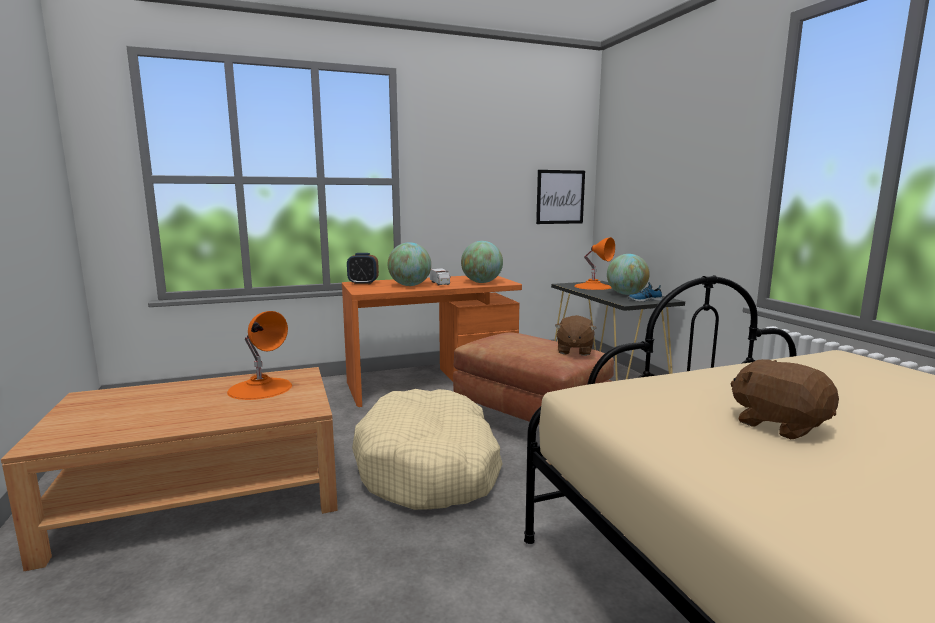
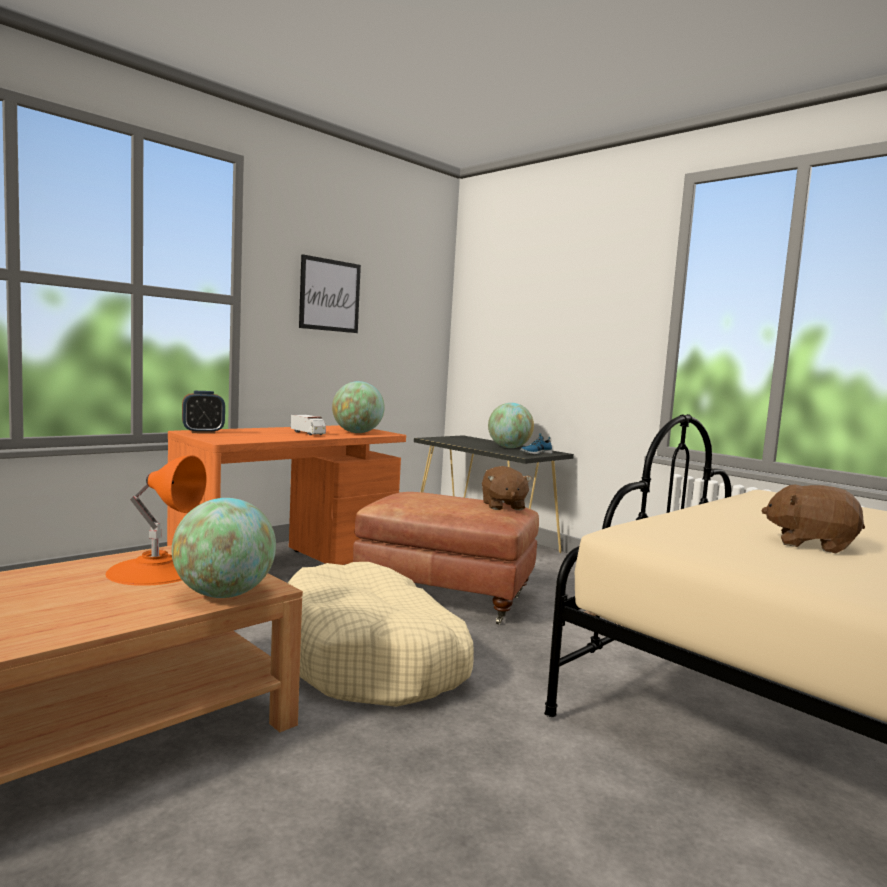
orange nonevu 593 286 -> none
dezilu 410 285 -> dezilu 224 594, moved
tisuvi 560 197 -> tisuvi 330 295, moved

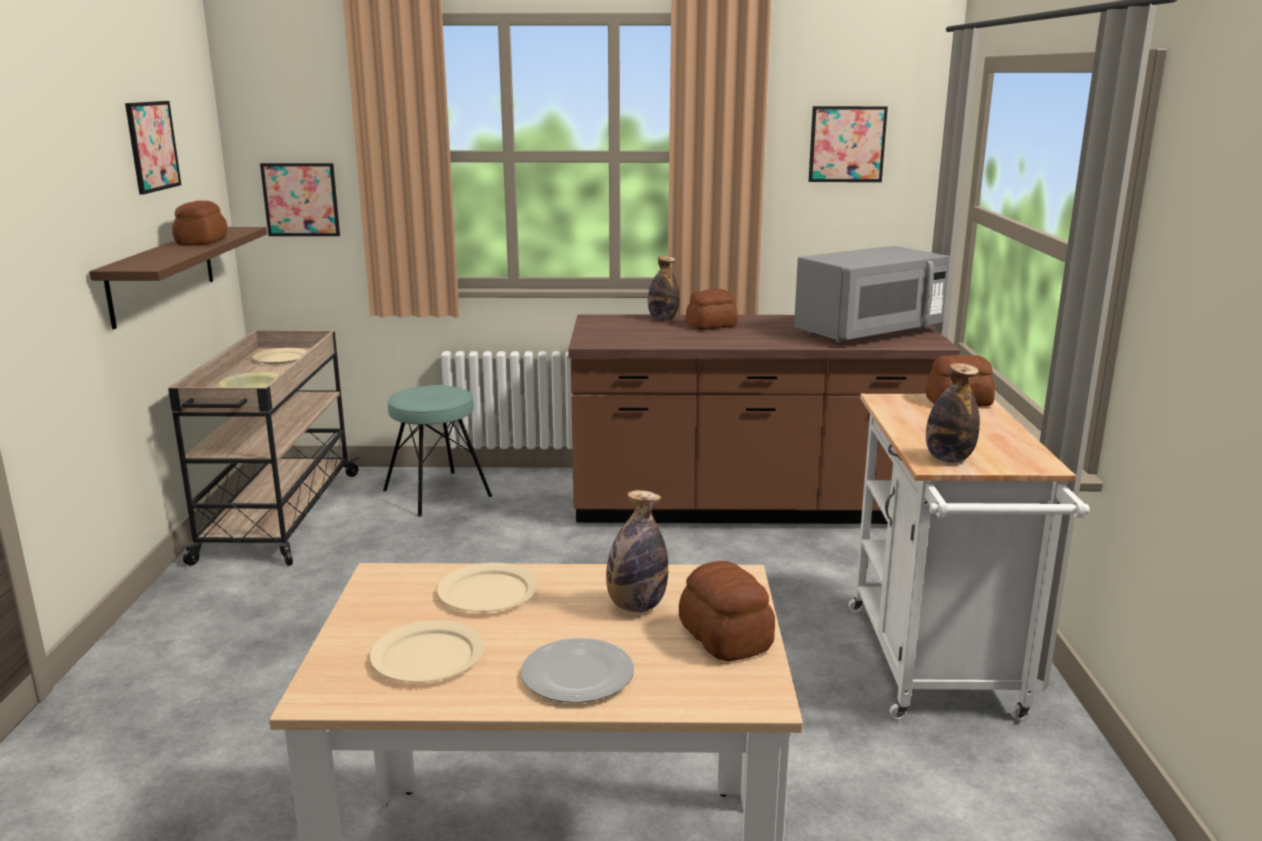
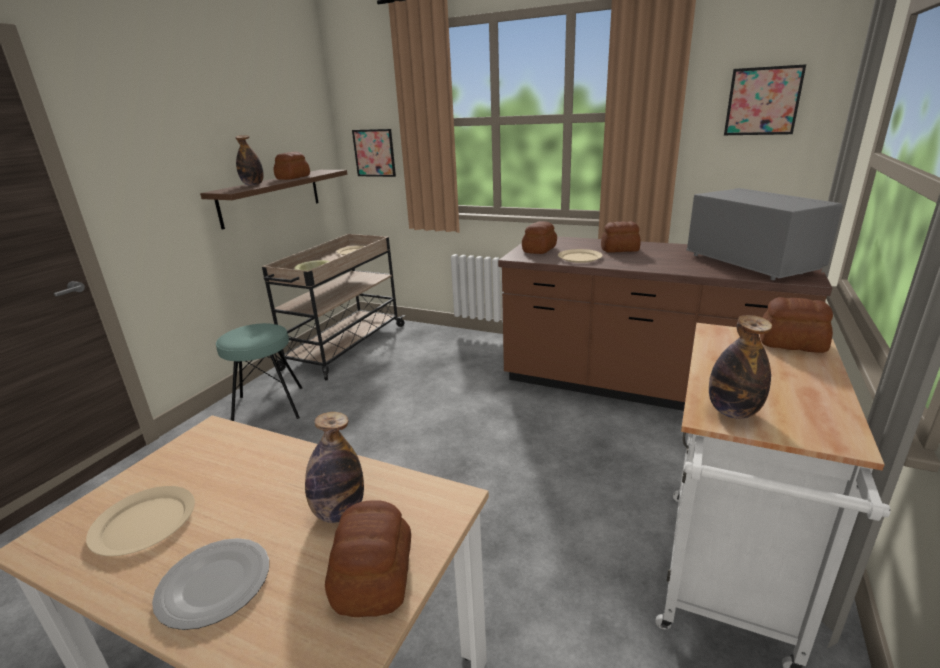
tisuvi 152 146 -> none
none -> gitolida 538 250
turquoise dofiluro 437 493 -> turquoise dofiluro 268 407, moved
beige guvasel 488 592 -> beige guvasel 580 258, moved
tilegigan 663 318 -> tilegigan 253 185, moved
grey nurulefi 868 332 -> grey nurulefi 750 264, 105 degrees counterclockwise

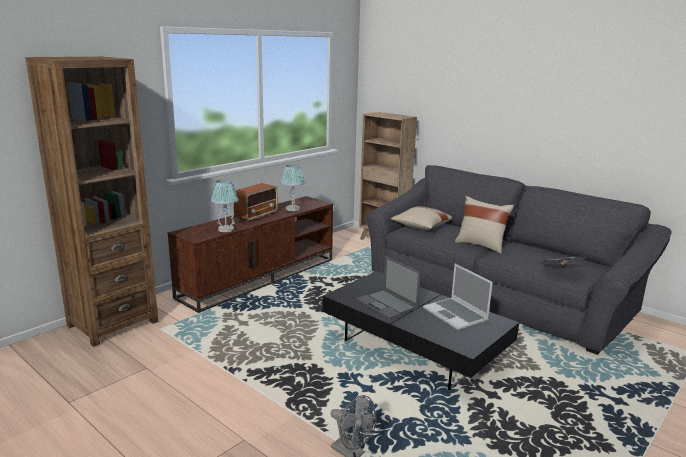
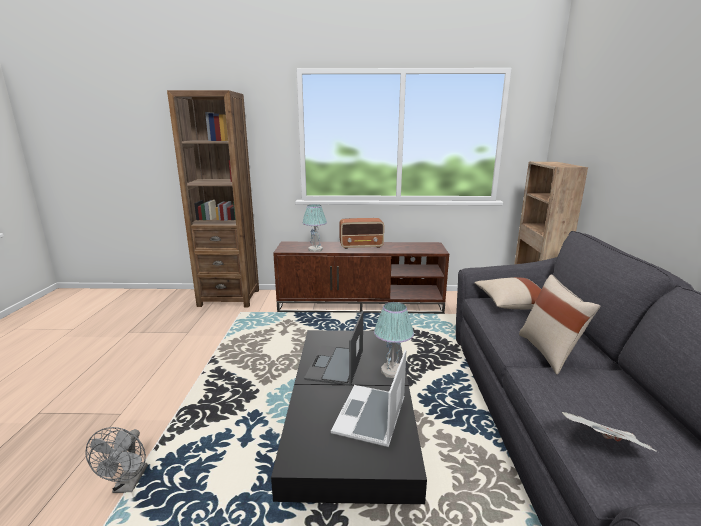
nonevu 293 209 -> nonevu 392 371, moved

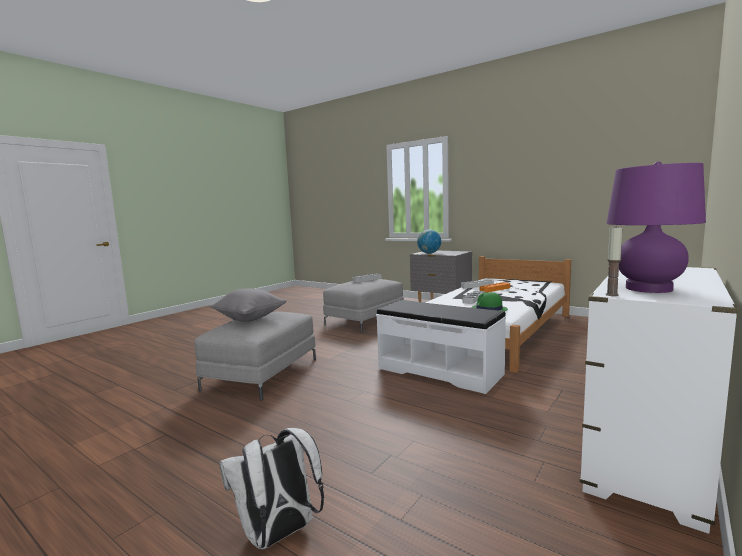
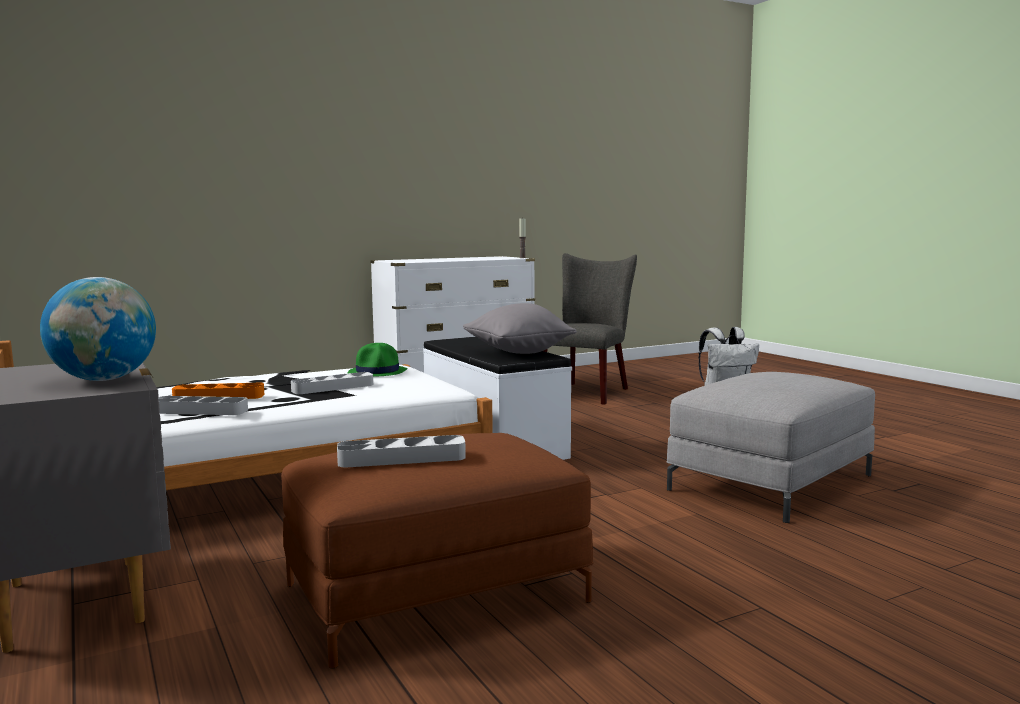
purple nonevu 648 289 -> none
none -> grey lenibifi 587 392
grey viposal 250 319 -> grey viposal 518 353, moved
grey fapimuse 365 320 -> brown fapimuse 436 593

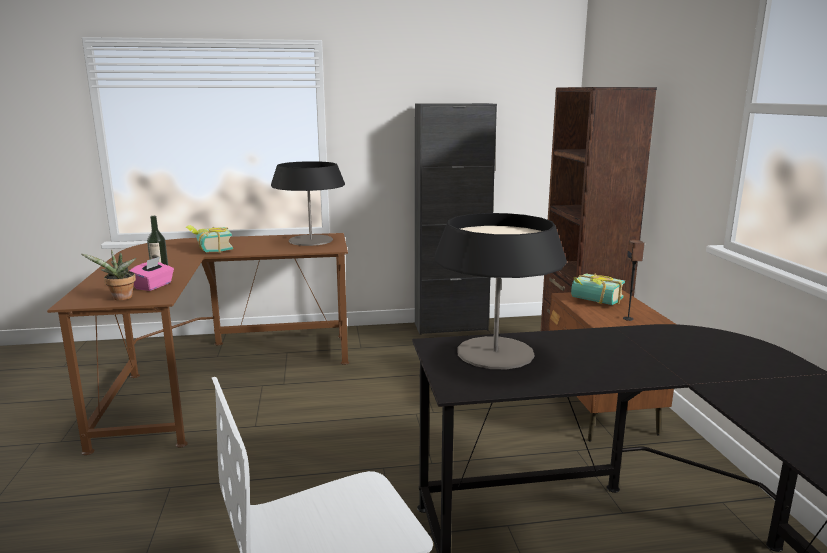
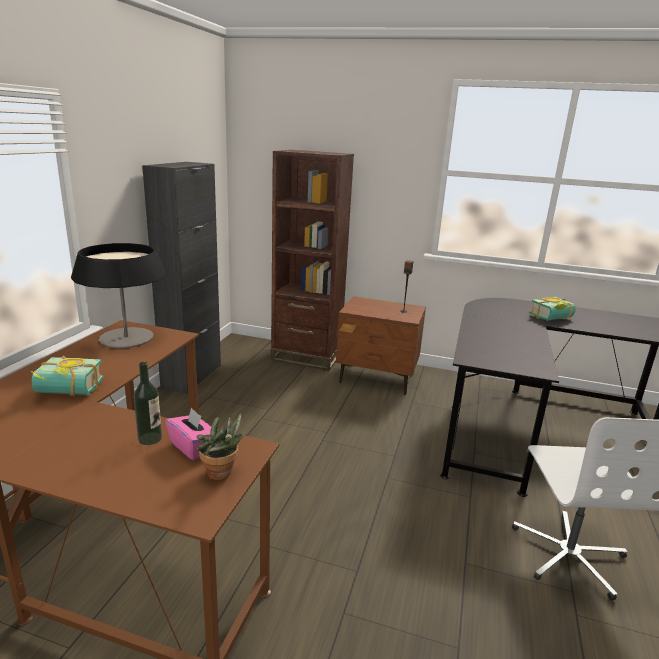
nonevu 495 353 -> none
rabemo 594 301 -> rabemo 553 319, moved

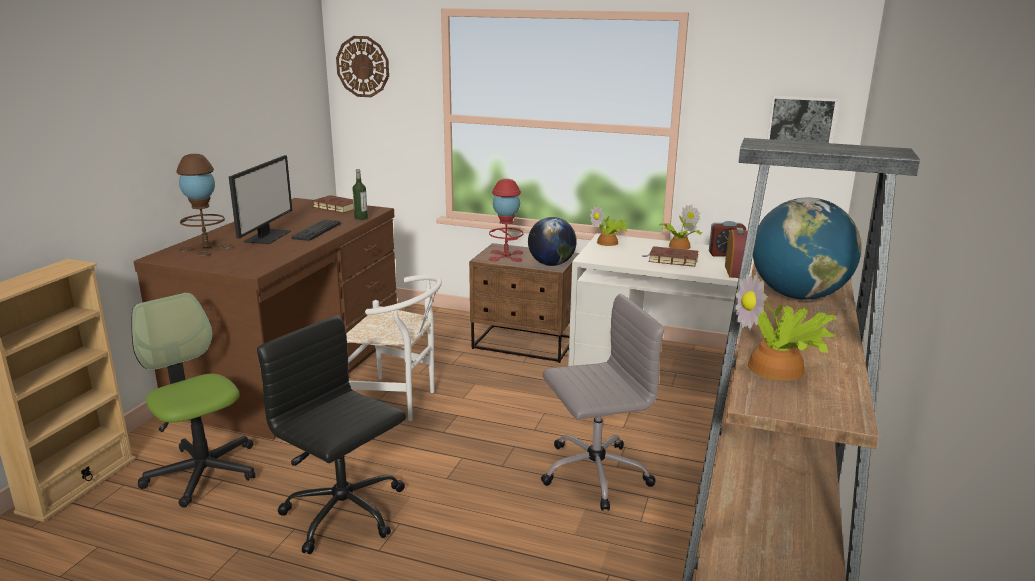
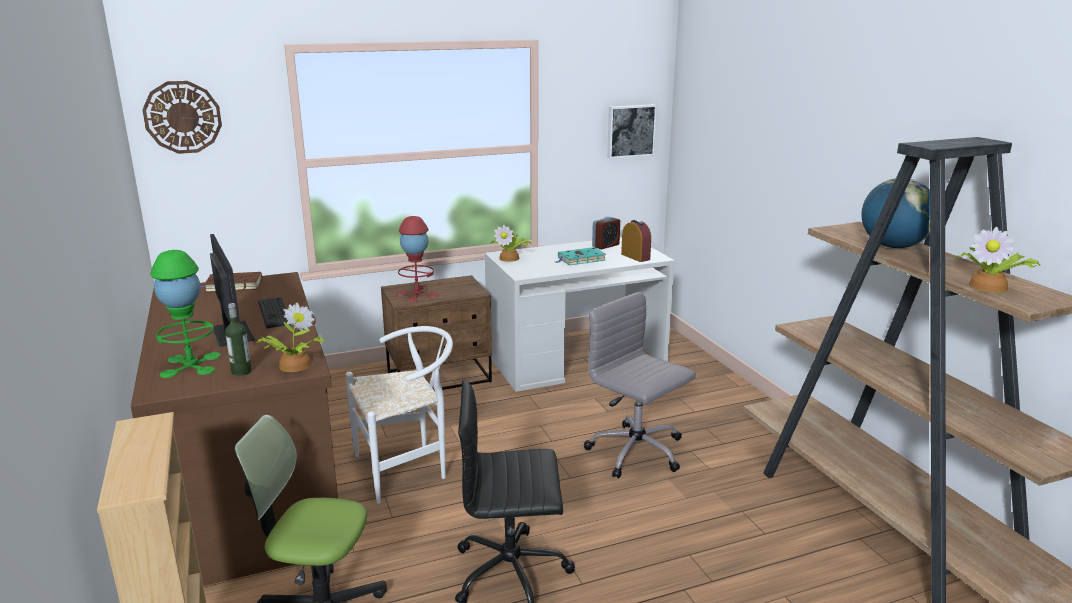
dezilu 551 264 -> none
tilegigan 361 218 -> tilegigan 241 371, moved
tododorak 678 246 -> tododorak 293 365, moved
brown nonevu 206 248 -> green nonevu 191 365
brown rabemo 671 260 -> turquoise rabemo 580 259
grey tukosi 593 473 -> grey tukosi 637 452, 75 degrees counterclockwise

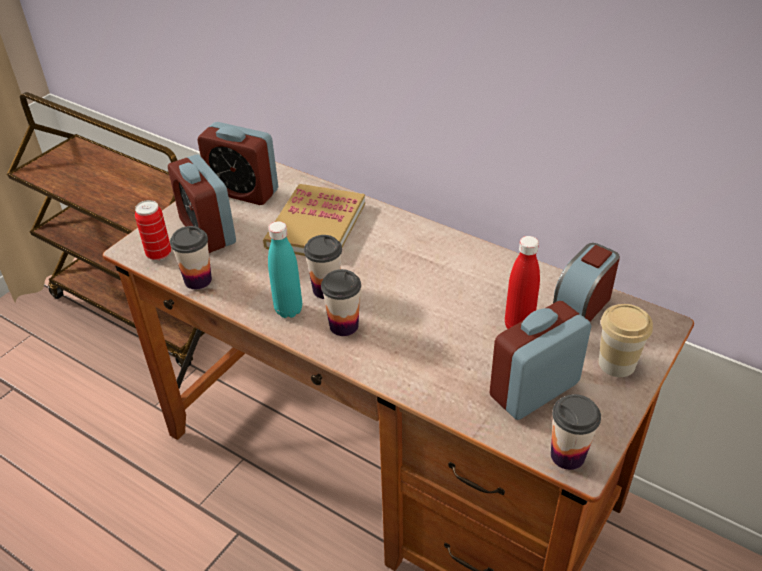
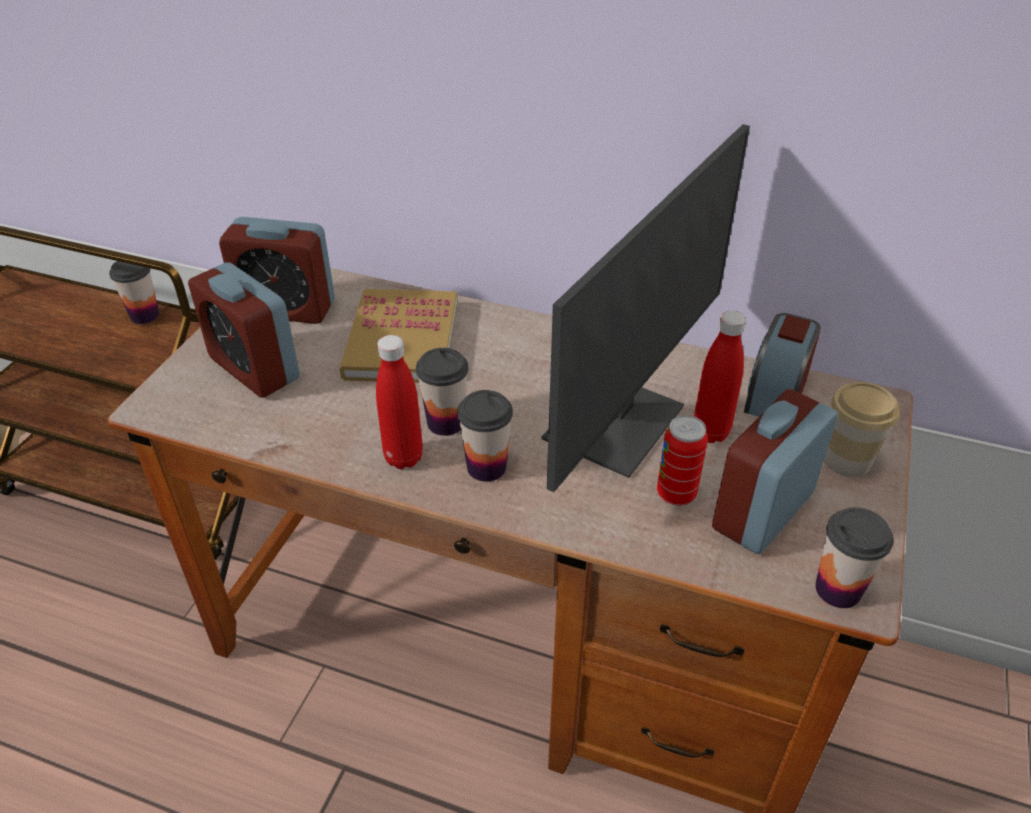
none -> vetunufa 618 423
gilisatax 159 254 -> gilisatax 676 494, moved
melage 198 280 -> melage 144 315, moved
turquoise tilegigan 288 310 -> red tilegigan 403 457

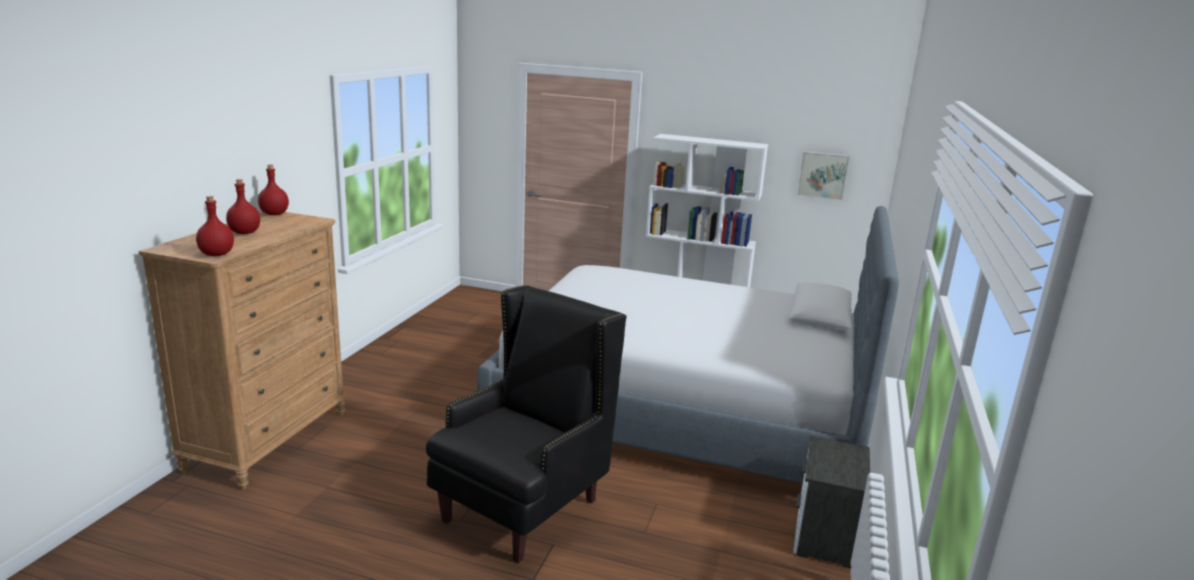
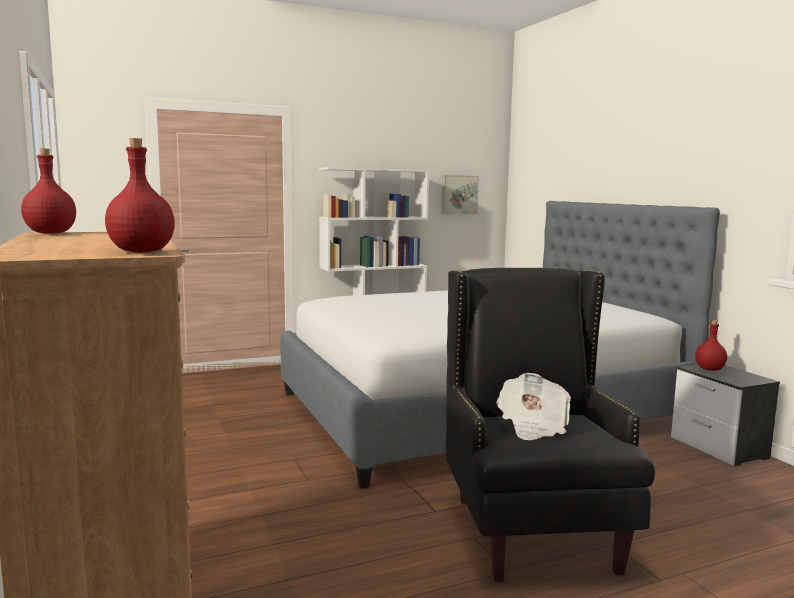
none -> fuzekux 532 426
red tilegigan 244 233 -> red tilegigan 710 369, moved

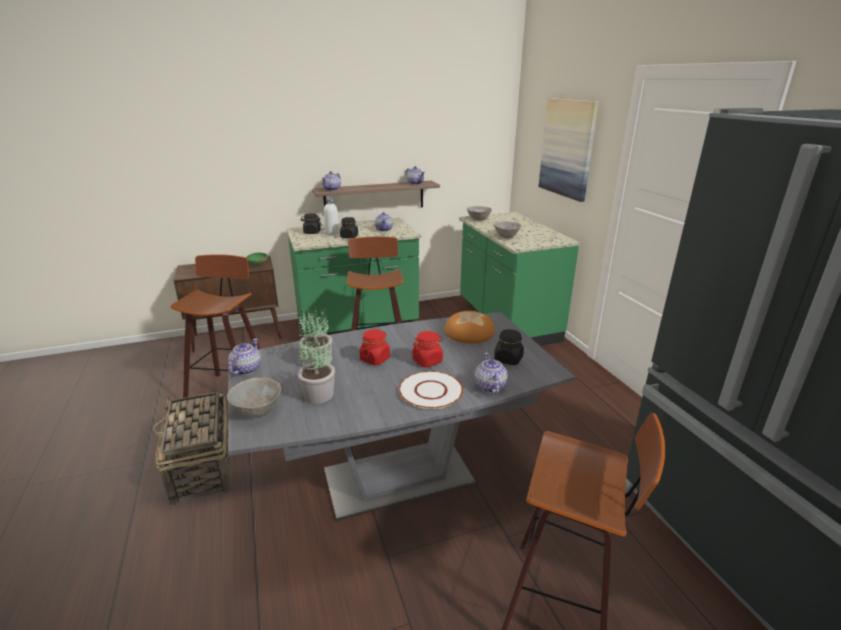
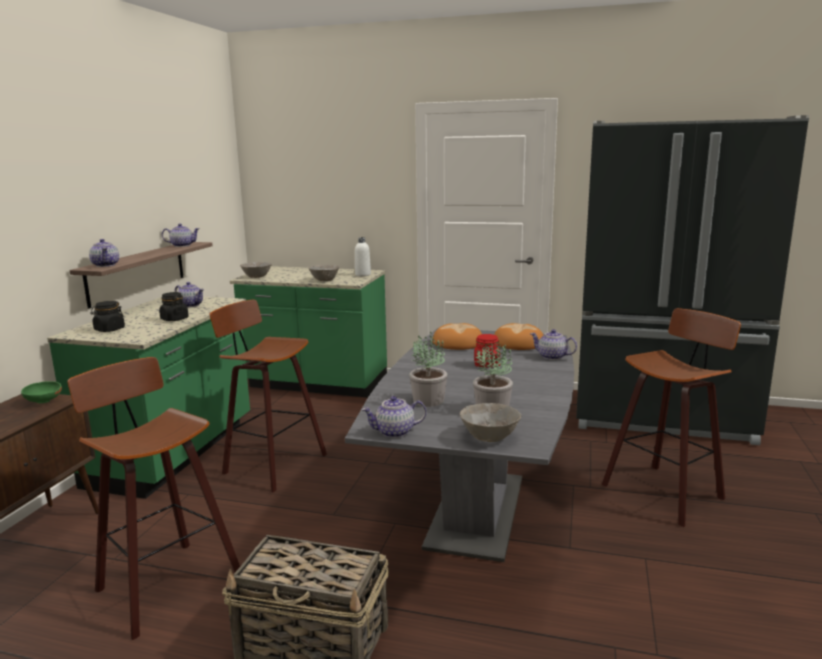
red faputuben 375 359 -> none
white guvasel 430 391 -> none
tisuvi 567 148 -> none
white tilegigan 332 233 -> white tilegigan 363 275, moved
black faputuben 508 359 -> gitolida 519 343
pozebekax 246 369 -> pozebekax 394 432, 60 degrees counterclockwise

